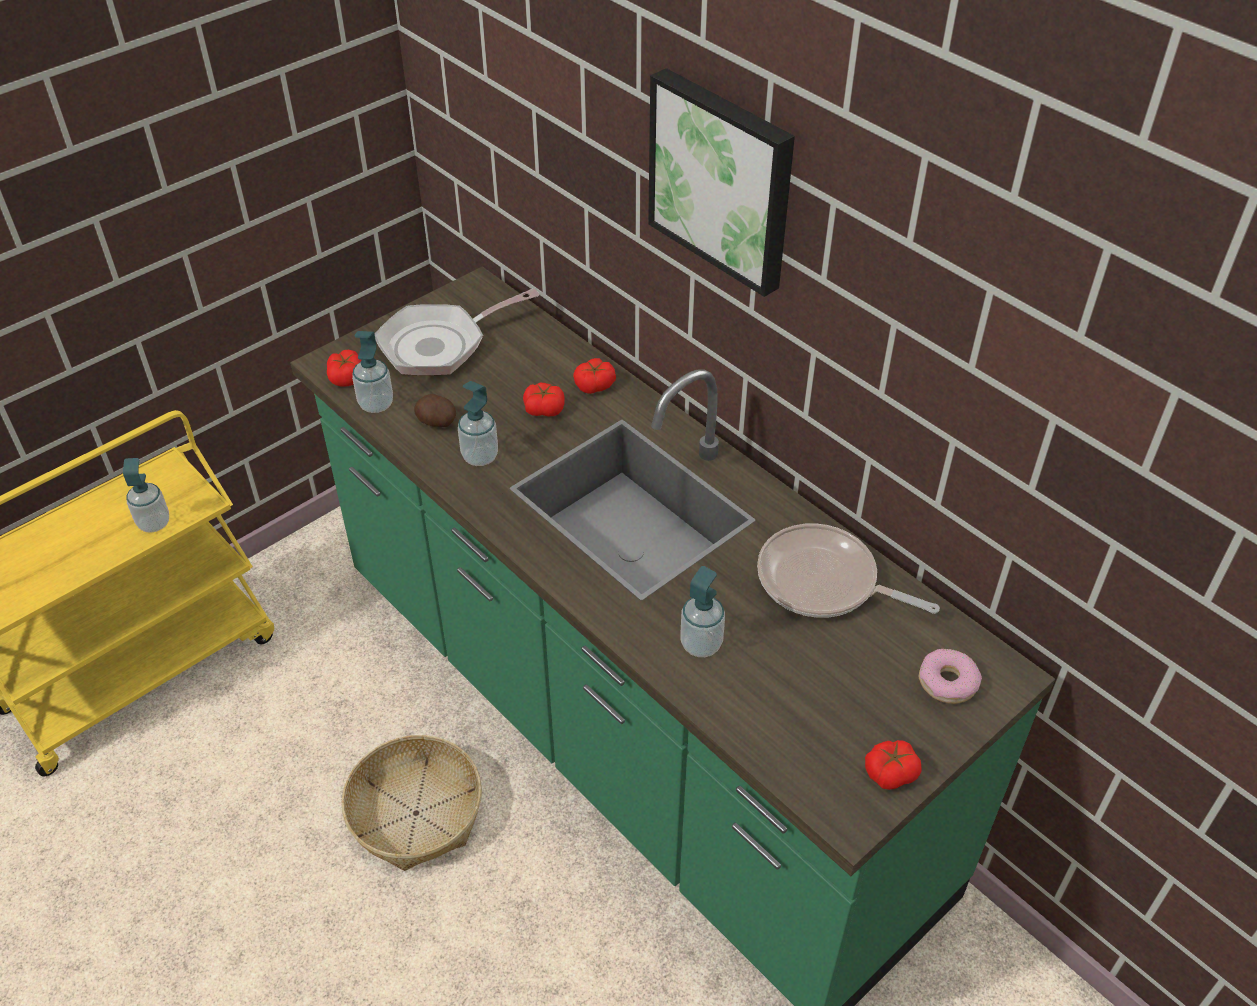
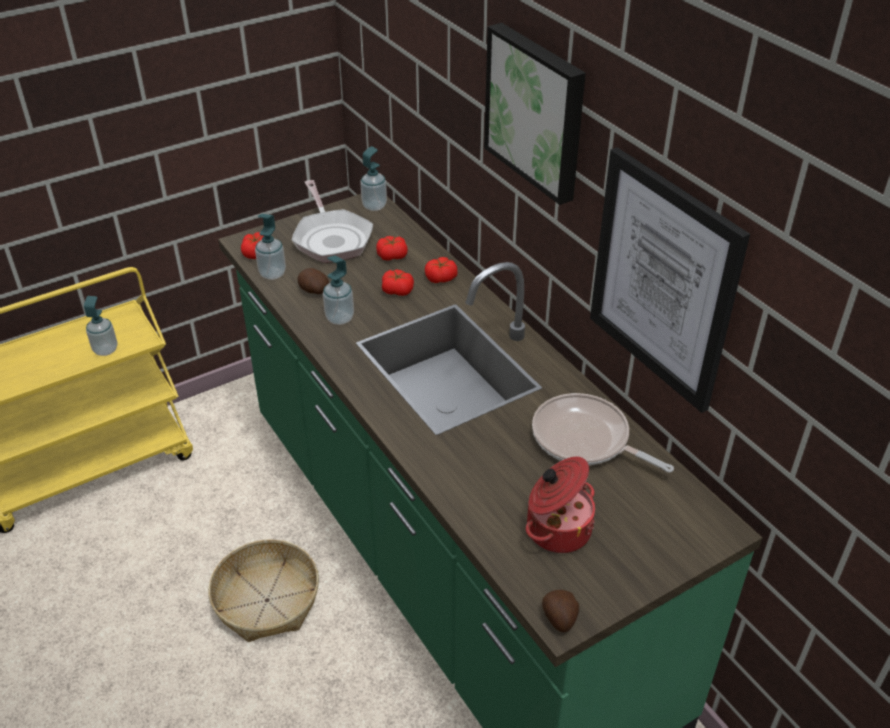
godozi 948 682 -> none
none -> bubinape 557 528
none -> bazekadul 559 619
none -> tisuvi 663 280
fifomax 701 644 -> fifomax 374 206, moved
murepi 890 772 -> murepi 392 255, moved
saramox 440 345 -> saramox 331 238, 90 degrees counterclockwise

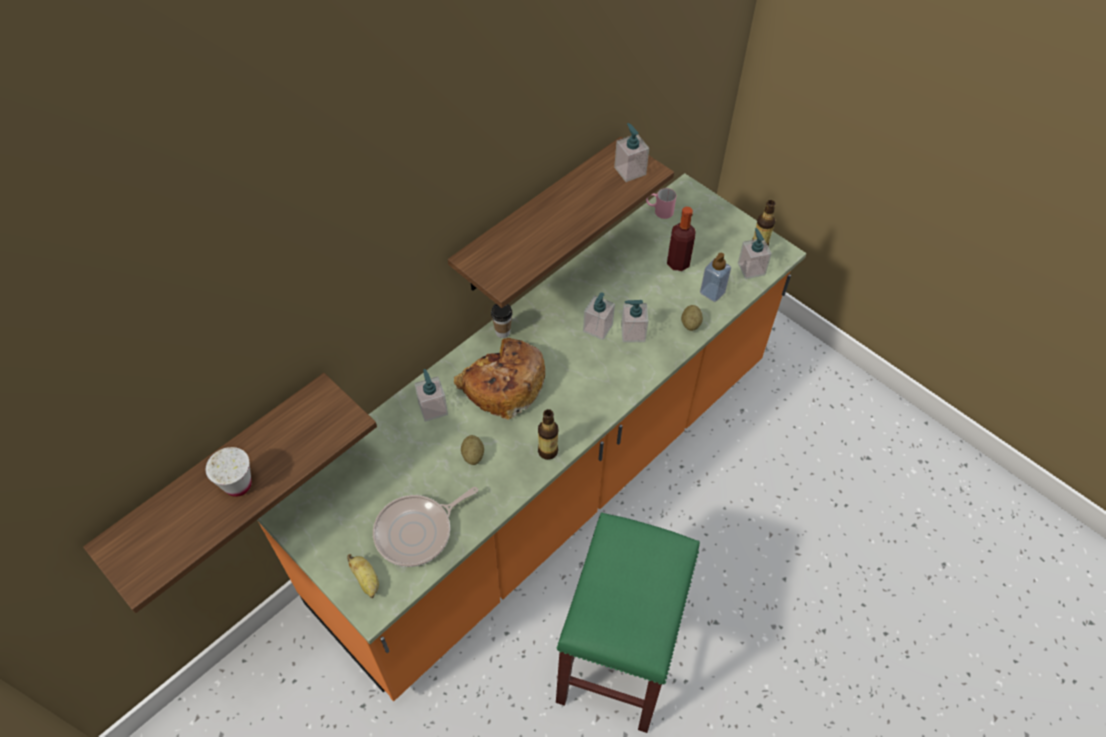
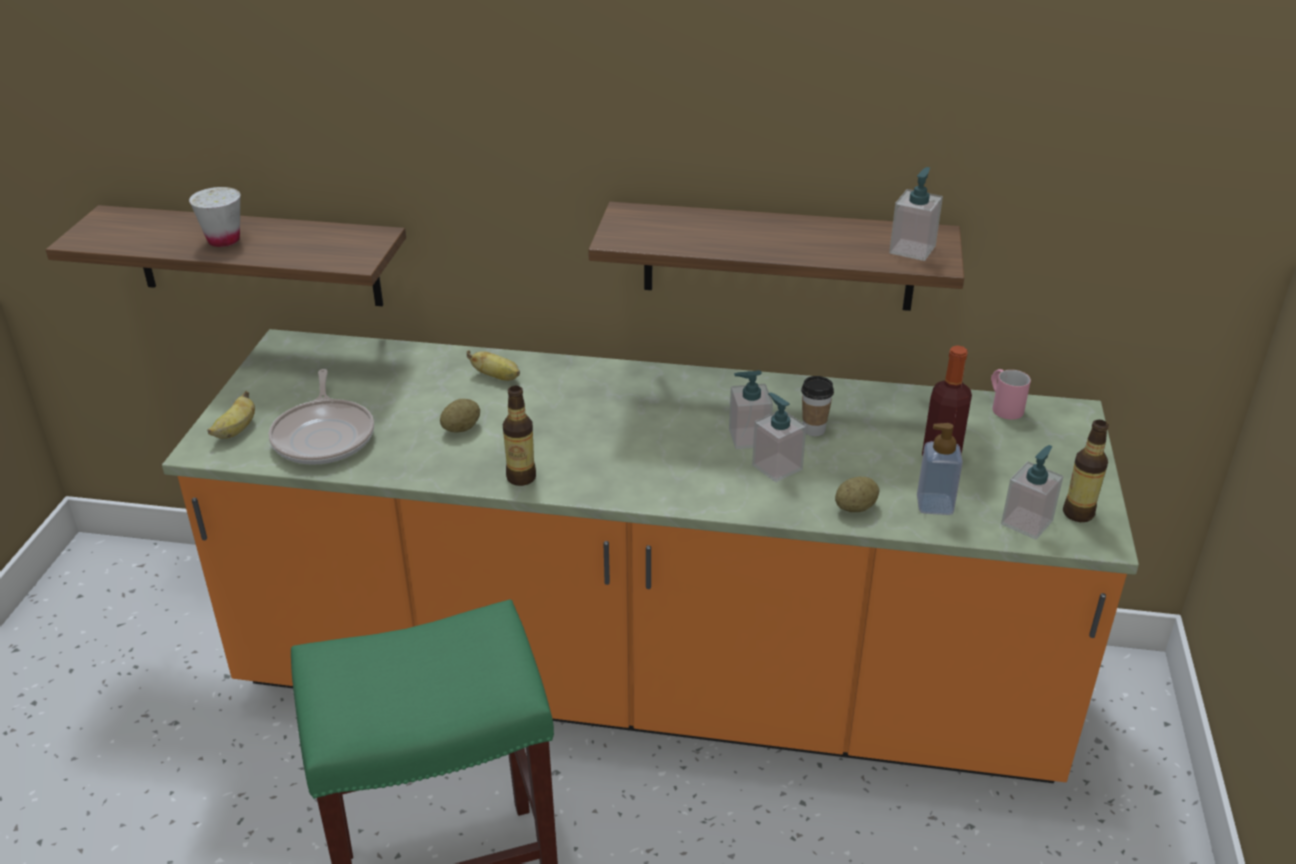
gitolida 502 384 -> none
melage 502 332 -> melage 814 430, moved
fifomax 433 408 -> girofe 497 377
saramox 417 532 -> saramox 324 436, 120 degrees counterclockwise

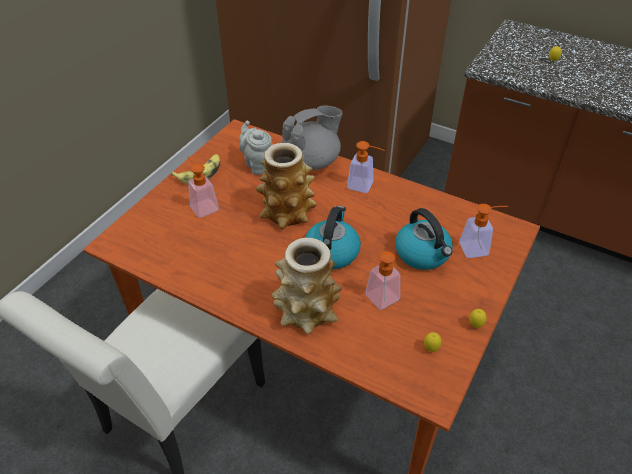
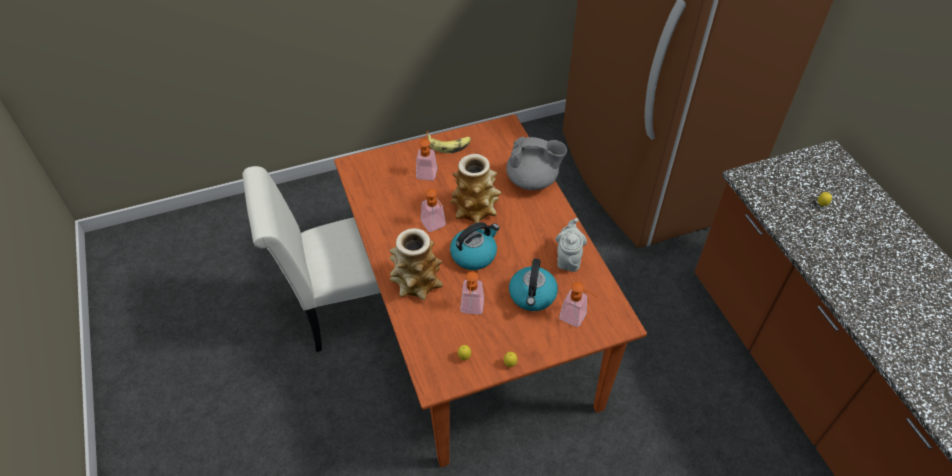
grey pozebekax 258 164 -> grey pozebekax 568 259, moved
fifomax 365 186 -> fifomax 435 226, moved

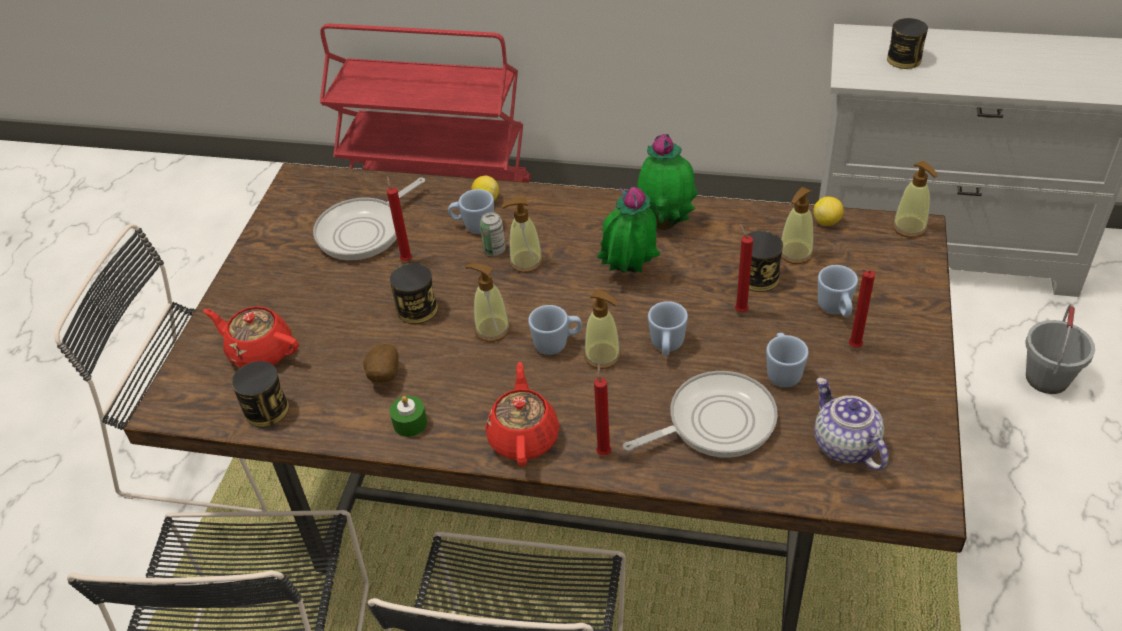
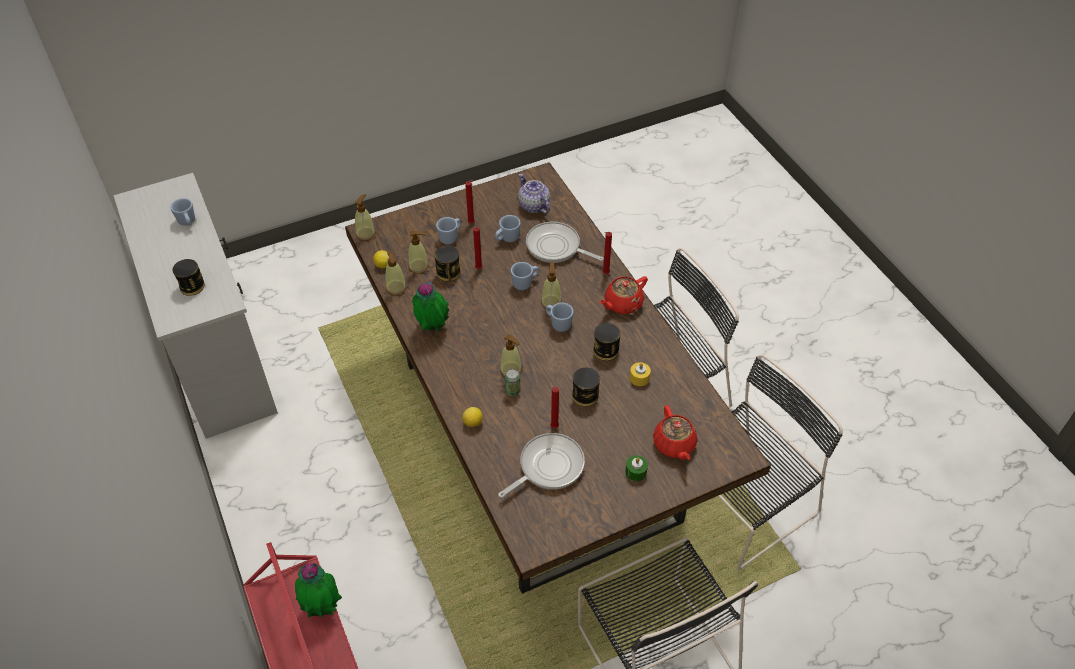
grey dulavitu 1047 379 -> none
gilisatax 266 410 -> gilisatax 605 350, moved
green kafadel 410 423 -> green kafadel 636 472, moved
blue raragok 473 226 -> blue raragok 187 222, moved
fifomax 492 329 -> fifomax 396 288, moved
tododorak 629 273 -> tododorak 323 607, moved
bazekadul 383 377 -> yellow kafadel 639 378
saramox 364 231 -> saramox 548 467, 45 degrees counterclockwise
pozebekax 844 445 -> pozebekax 533 205, 120 degrees clockwise

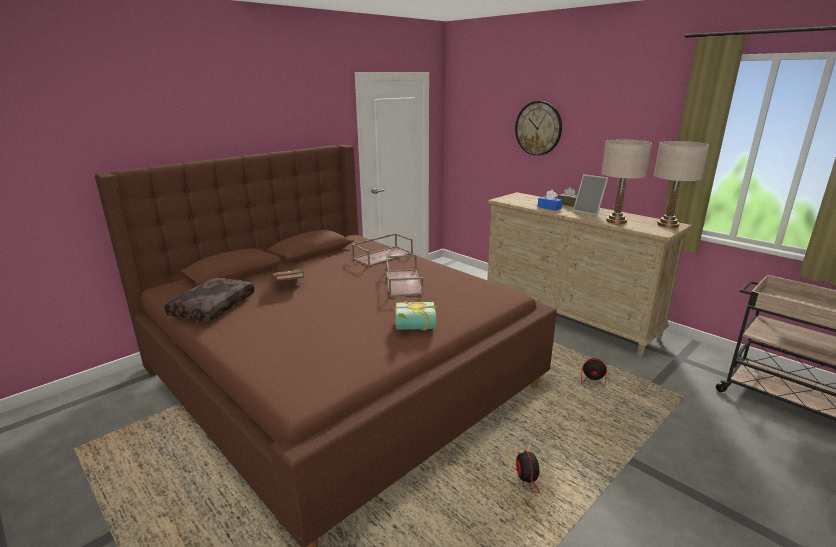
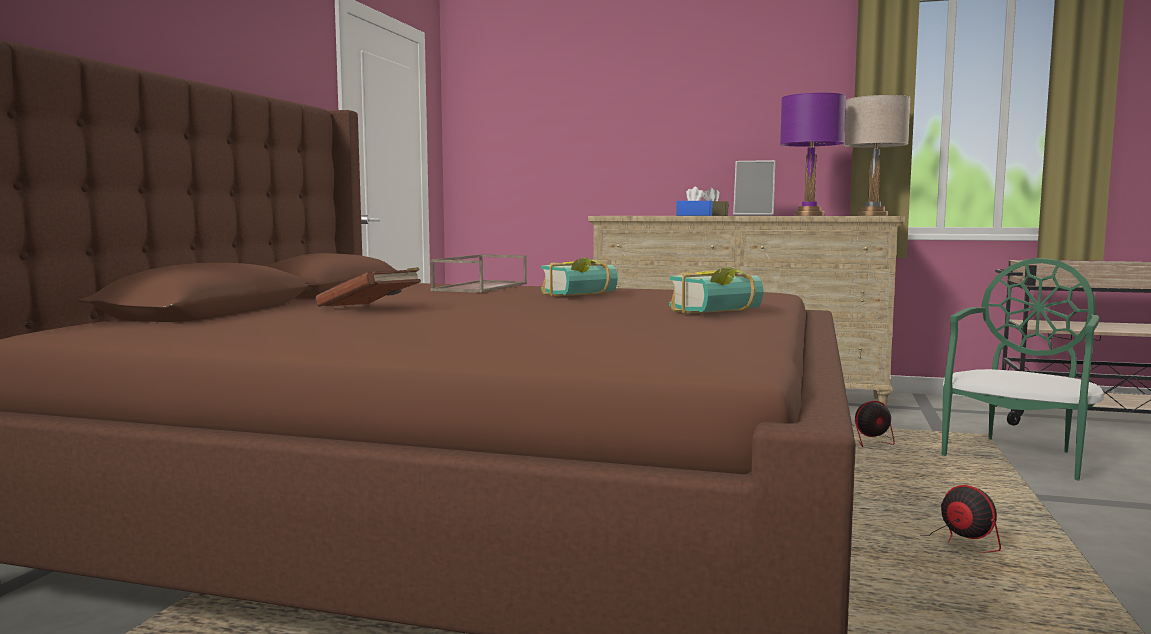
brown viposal 212 307 -> none
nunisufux 538 128 -> none
none -> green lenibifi 1018 455
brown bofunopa 402 282 -> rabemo 583 296
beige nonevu 616 221 -> purple nonevu 809 215

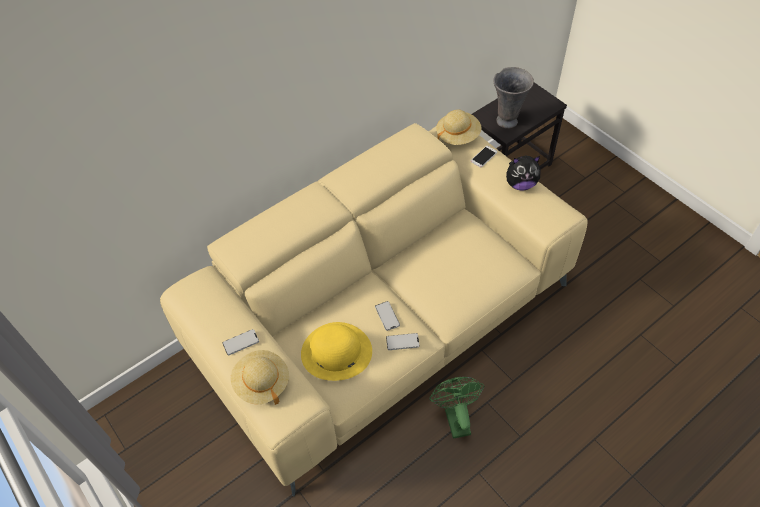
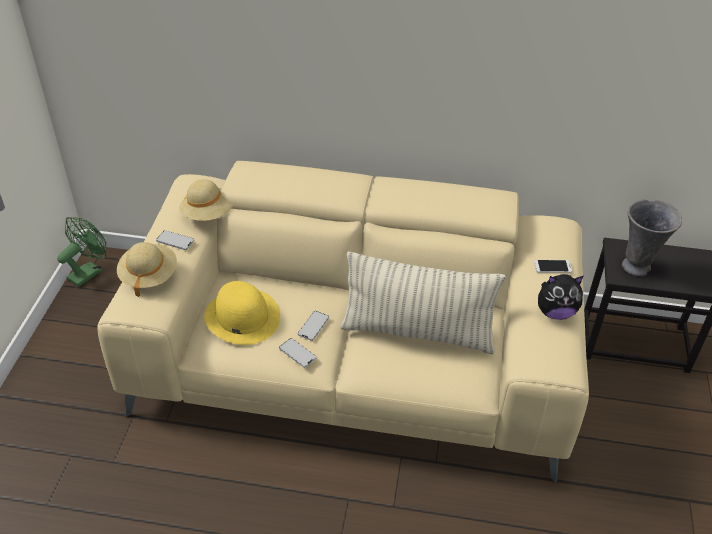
none -> viposal 417 332
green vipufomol 455 417 -> green vipufomol 89 272, moved
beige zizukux 458 136 -> beige zizukux 208 214, moved
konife 520 184 -> konife 555 312, 45 degrees counterclockwise

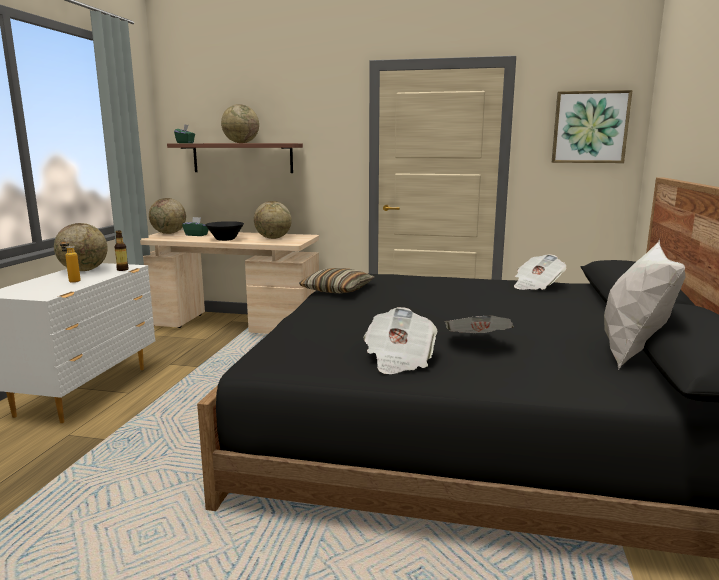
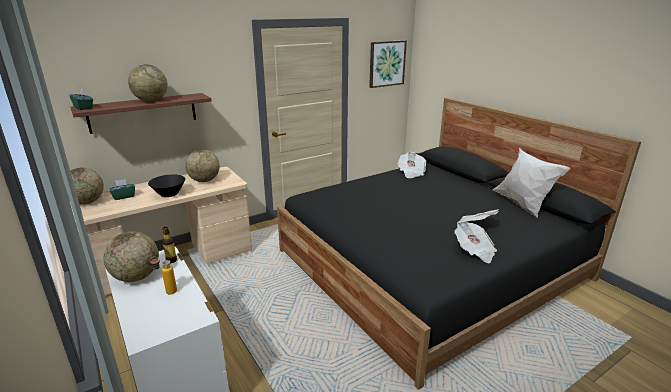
viposal 337 290 -> none

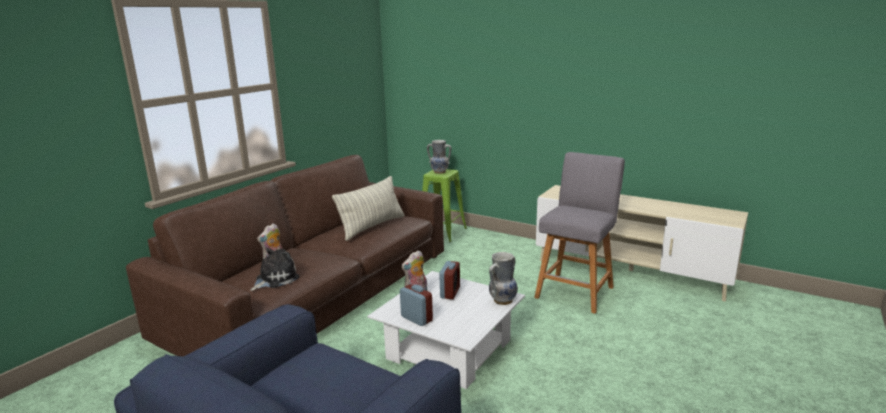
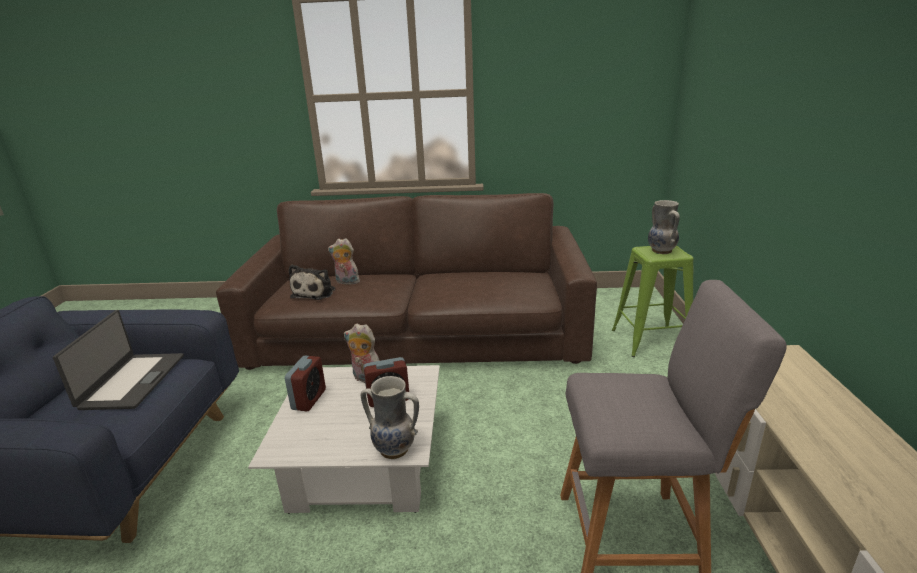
viposal 372 227 -> none
none -> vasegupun 131 381
konife 275 279 -> konife 315 292, 90 degrees clockwise

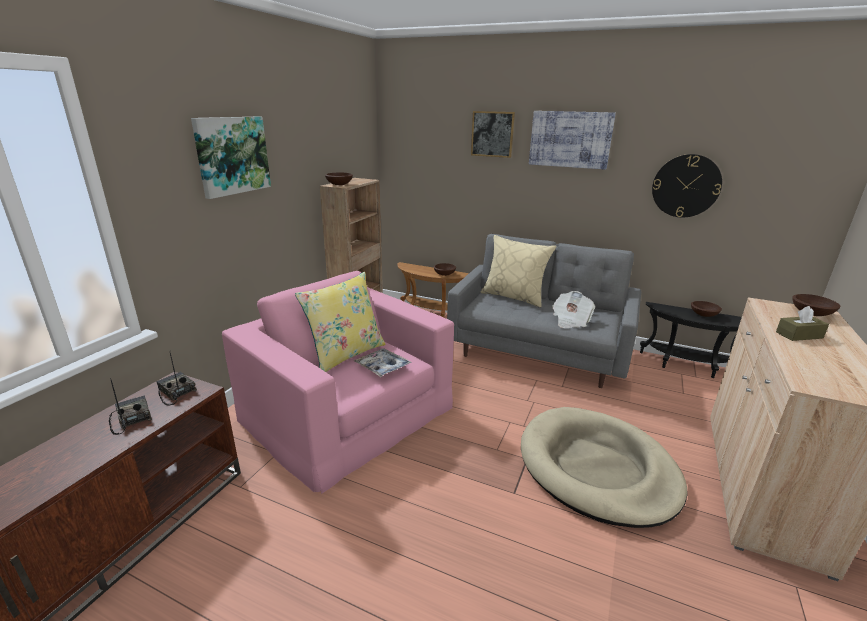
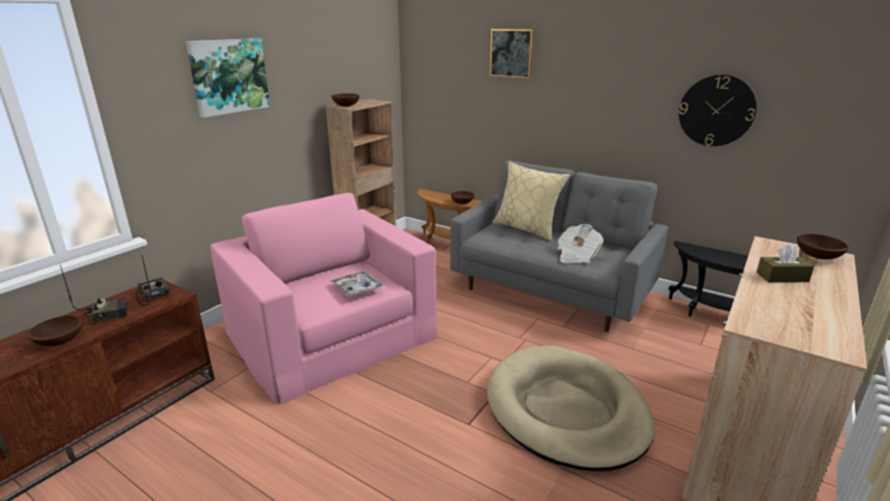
yellow viposal 345 354 -> none
tisuvi 570 139 -> none
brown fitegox 704 315 -> brown fitegox 60 341, moved
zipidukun 131 419 -> zipidukun 108 314, 90 degrees clockwise

